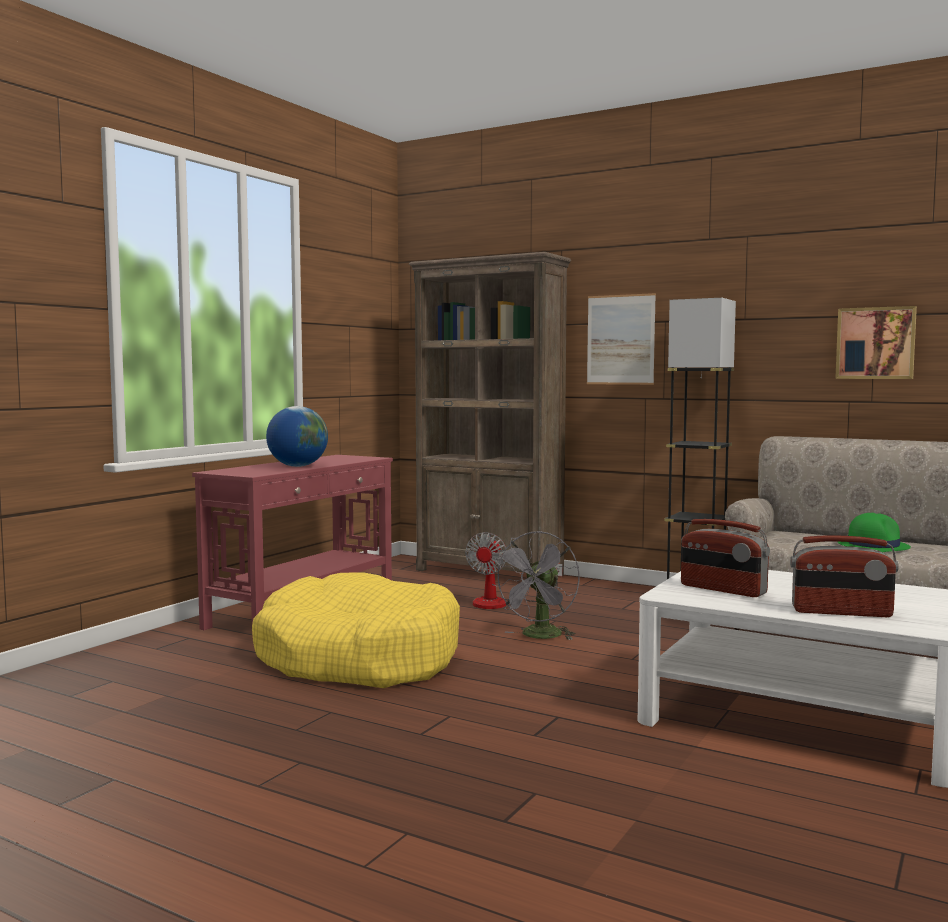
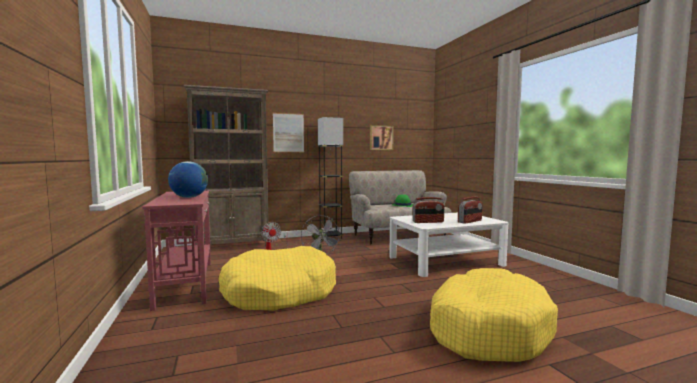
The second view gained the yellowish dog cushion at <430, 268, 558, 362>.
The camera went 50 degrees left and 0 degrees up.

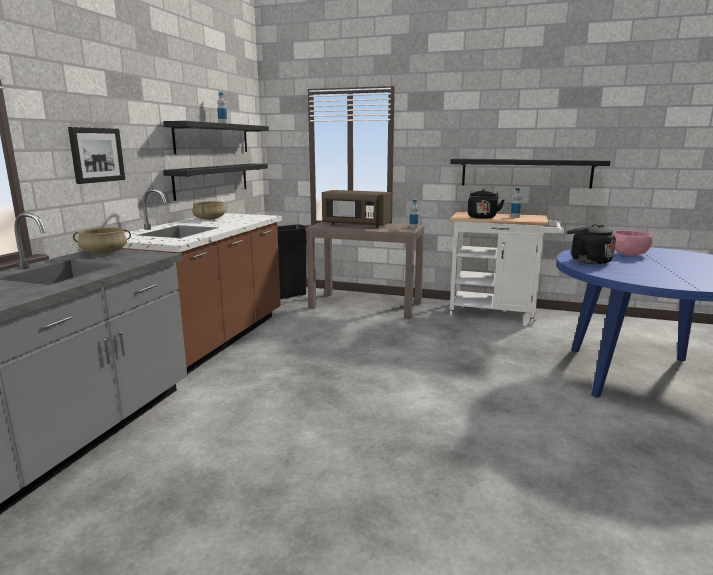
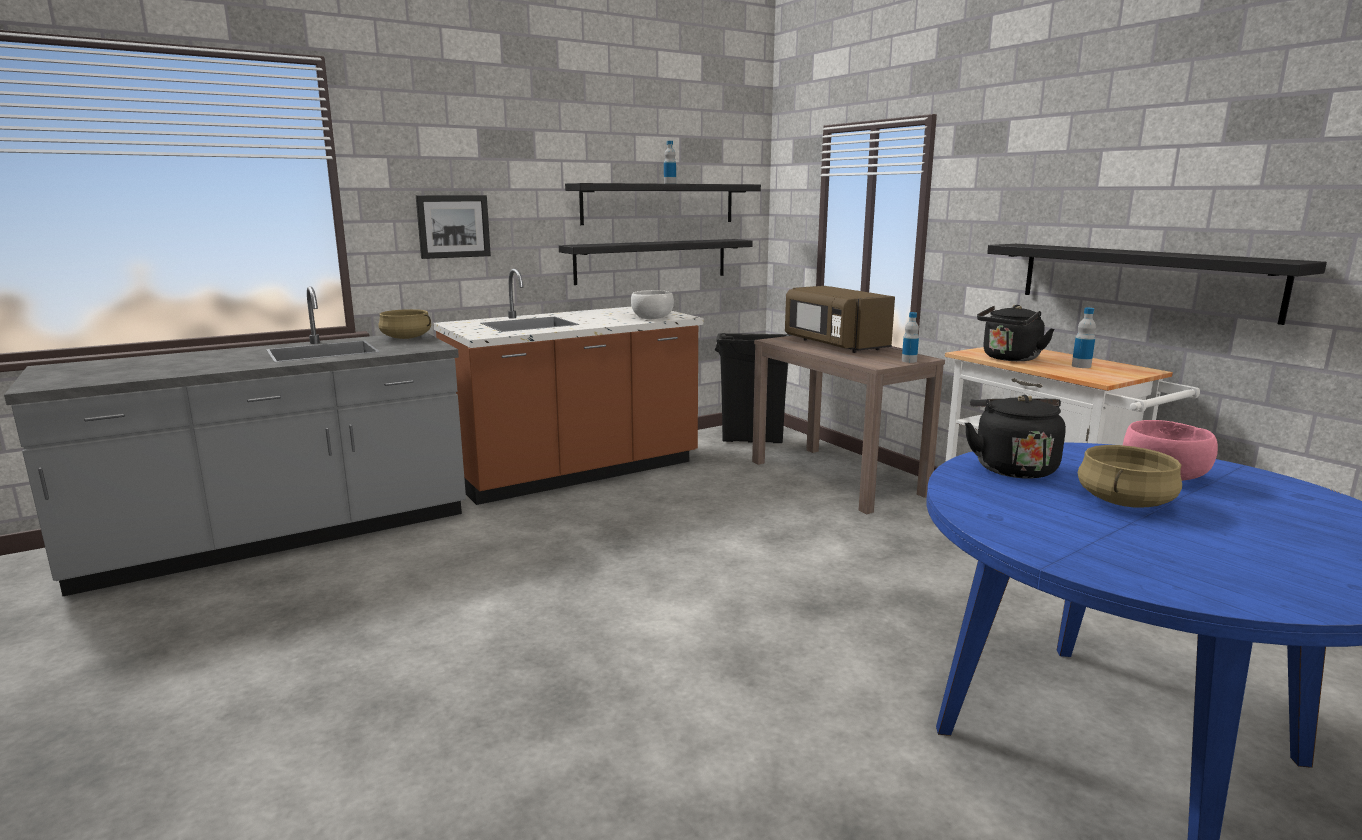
The second view gained the white serving bowl at <631, 290, 674, 319>.
The beige saucepot ended up elsewhere, having gone from <192, 201, 225, 220> to <1078, 445, 1182, 508>.
The camera went 40 degrees right and 0 degrees up.

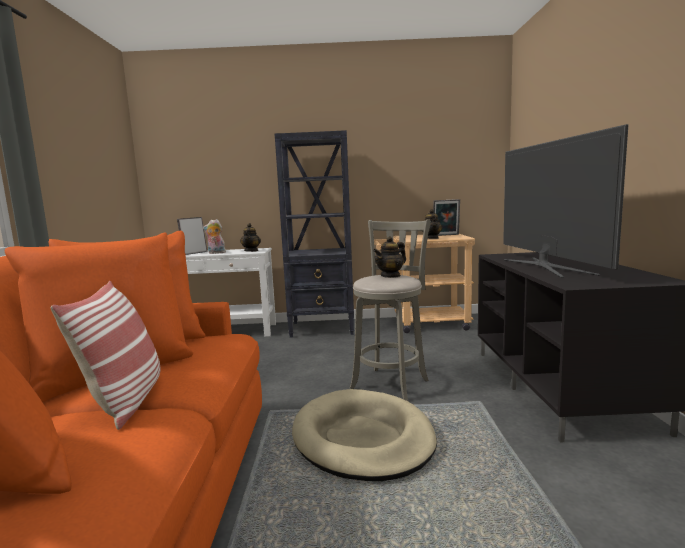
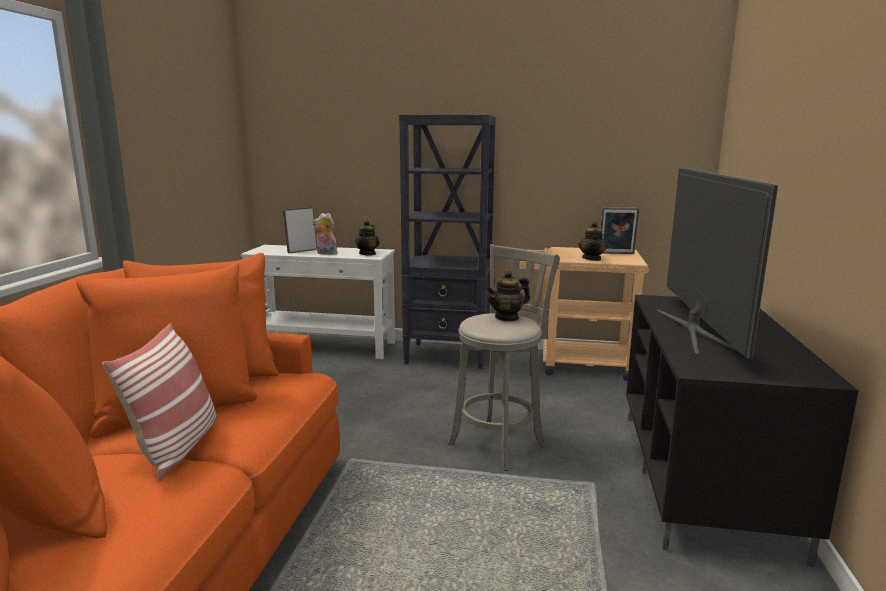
The second view lost the beige dog cushion at <292, 389, 437, 481>.
The camera went 10 degrees right and 5 degrees up.

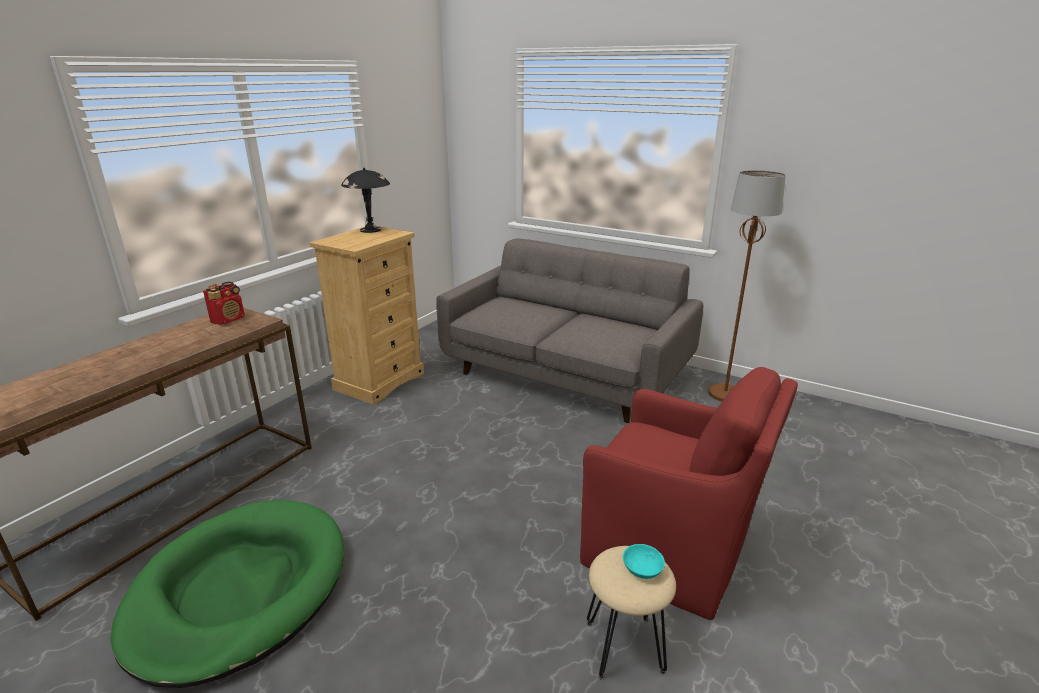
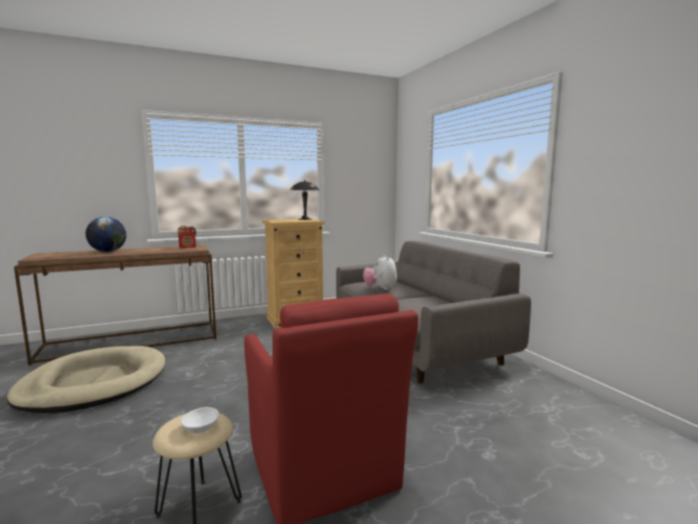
What was the greenish dog cushion at <111, 500, 344, 688> turned into the beige dog cushion at <7, 346, 165, 413>.
The second view gained the world globe at <86, 217, 126, 252>.
What was the turquoise serving bowl at <623, 544, 665, 579> turned into the white serving bowl at <181, 407, 219, 433>.
The second view gained the cuddly toy at <363, 255, 397, 290>.
The second view lost the brown-coloured standard lamp at <708, 170, 786, 401>.
The camera went 35 degrees right and 15 degrees down.

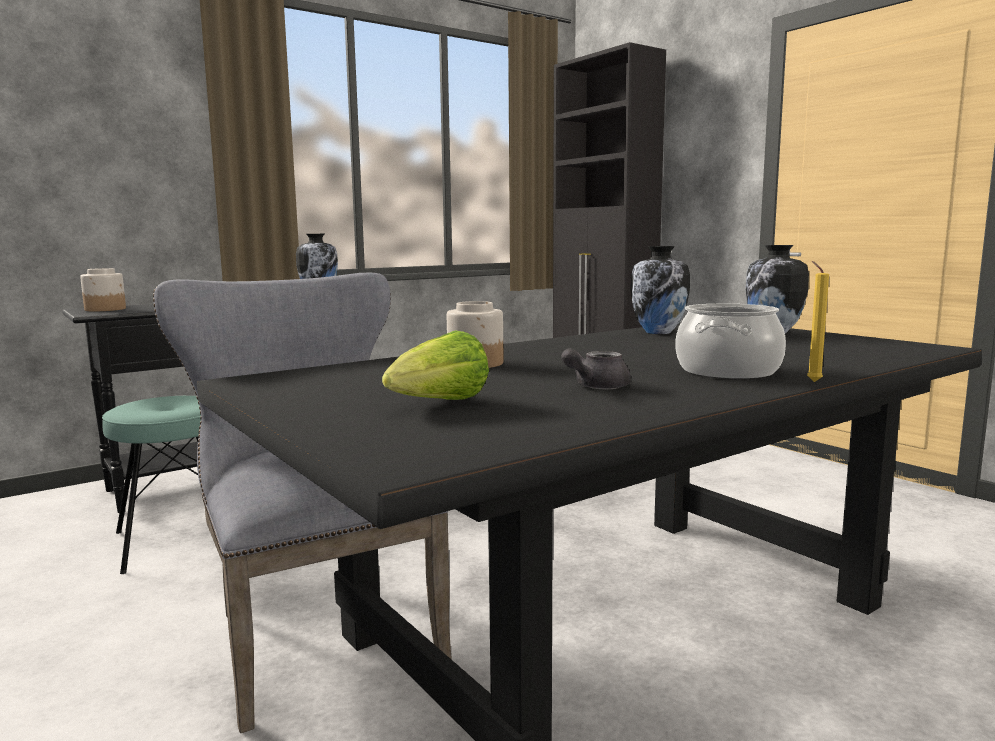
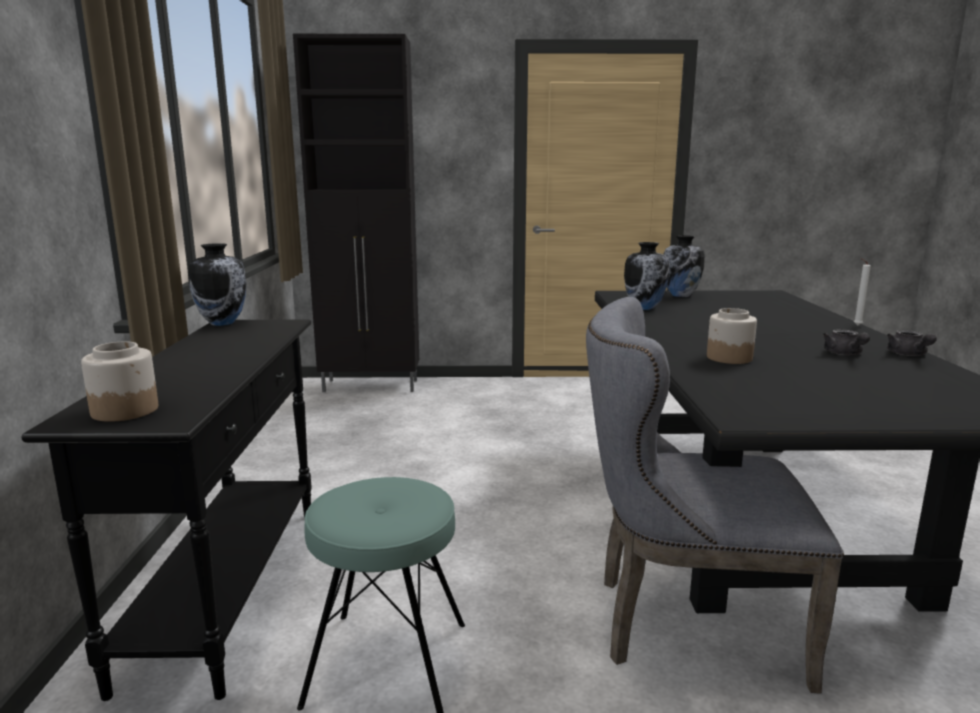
What was the yellowish candle at <807, 261, 829, 382> turned into the white candle at <854, 258, 871, 325>.
The second view gained the gray pot for tea at <887, 330, 937, 356>.
The second view lost the lettuce at <382, 330, 489, 400>.
The second view lost the saucepot at <675, 304, 786, 379>.
The camera went 55 degrees left and 5 degrees up.

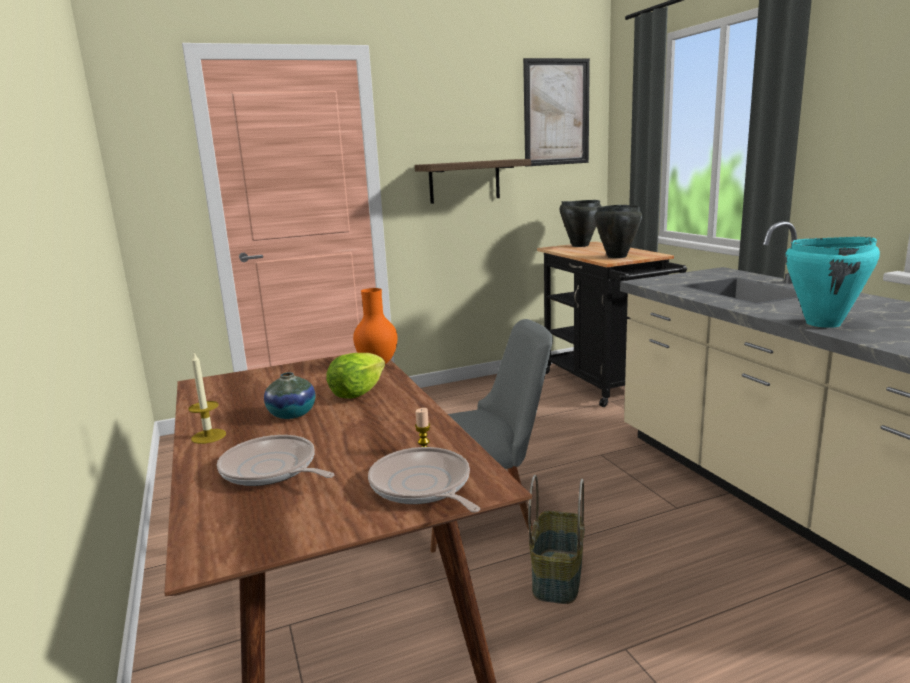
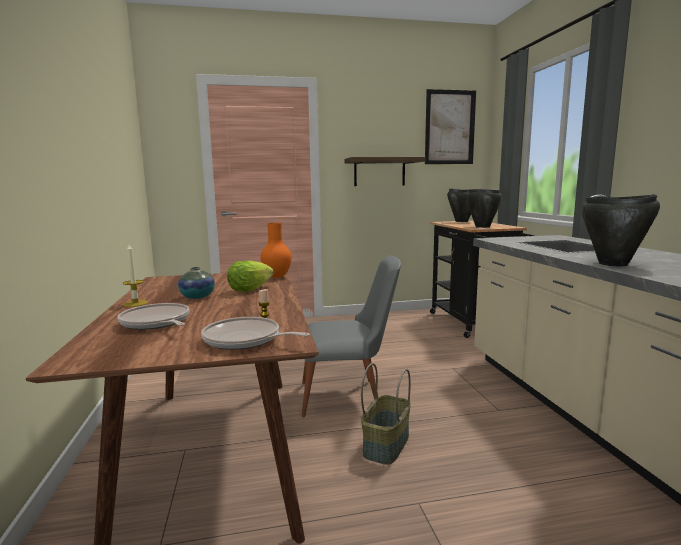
The frying pan at <368, 447, 480, 513> ended up facing another way, 45 degrees counterclockwise from before.
What was the turquoise saucepot at <785, 237, 880, 328> turned into the black-coloured saucepot at <581, 194, 660, 266>.
The camera went 10 degrees right and 5 degrees down.

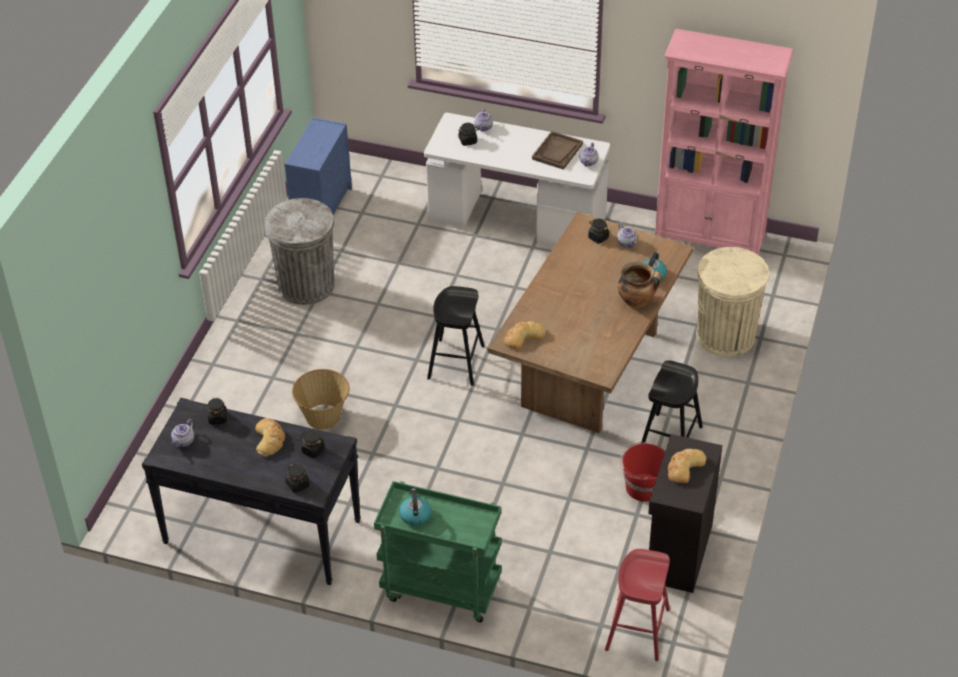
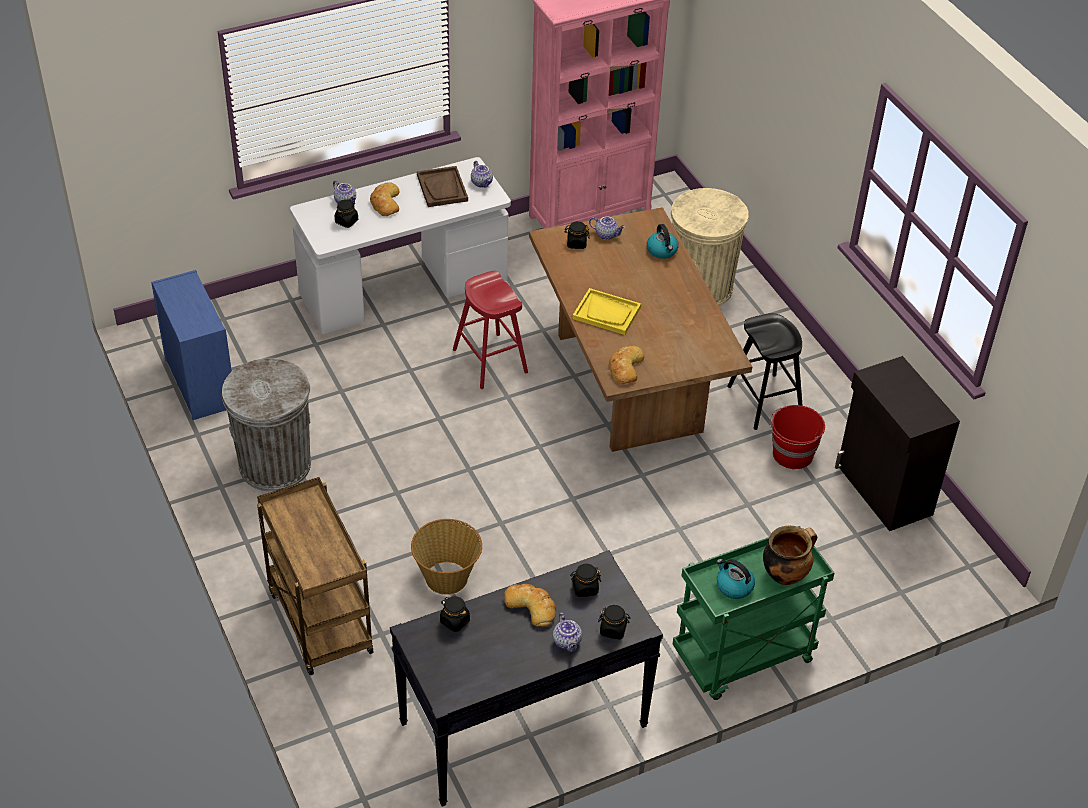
The second view gained the brown-coloured cart at <257, 477, 374, 675>.
The bakery bread ended up elsewhere, having gone from <668, 449, 706, 483> to <370, 182, 400, 216>.
The red-coloured stool seat ended up elsewhere, having gone from <605, 549, 670, 661> to <453, 271, 528, 389>.
The pot for tea ended up elsewhere, having gone from <171, 419, 194, 448> to <553, 613, 582, 652>.
The second view gained the yellowish tray at <573, 288, 641, 335>.
The saucepot ended up elsewhere, having gone from <618, 262, 661, 308> to <763, 526, 817, 585>.
The second view lost the black-coloured stool seat at <427, 286, 485, 386>.
The camera went 45 degrees left and 0 degrees up.

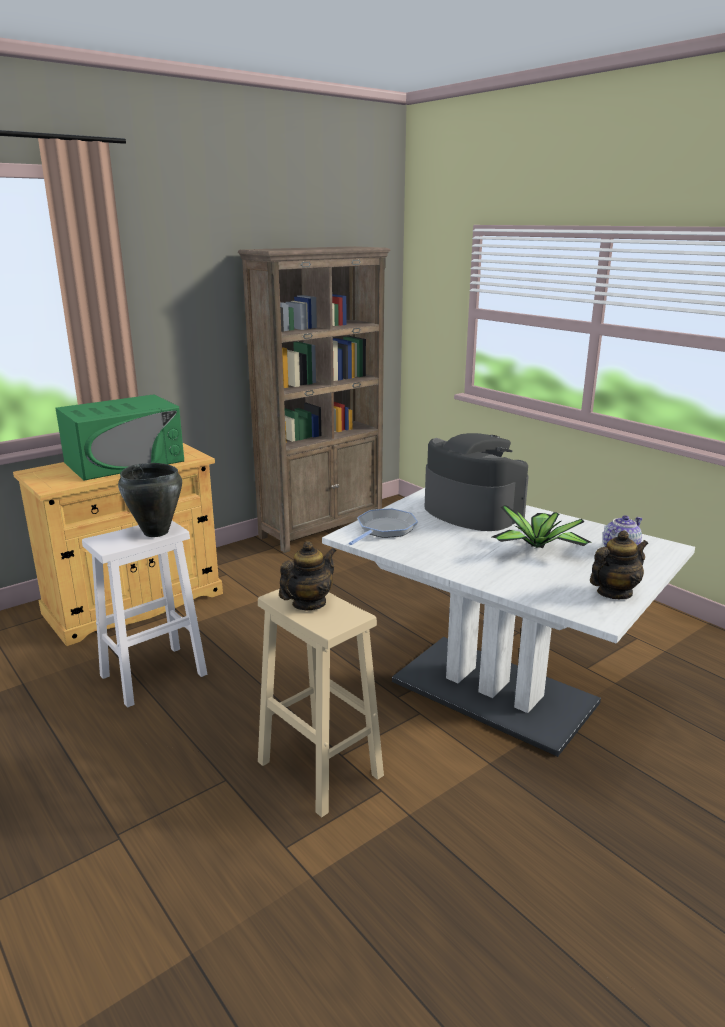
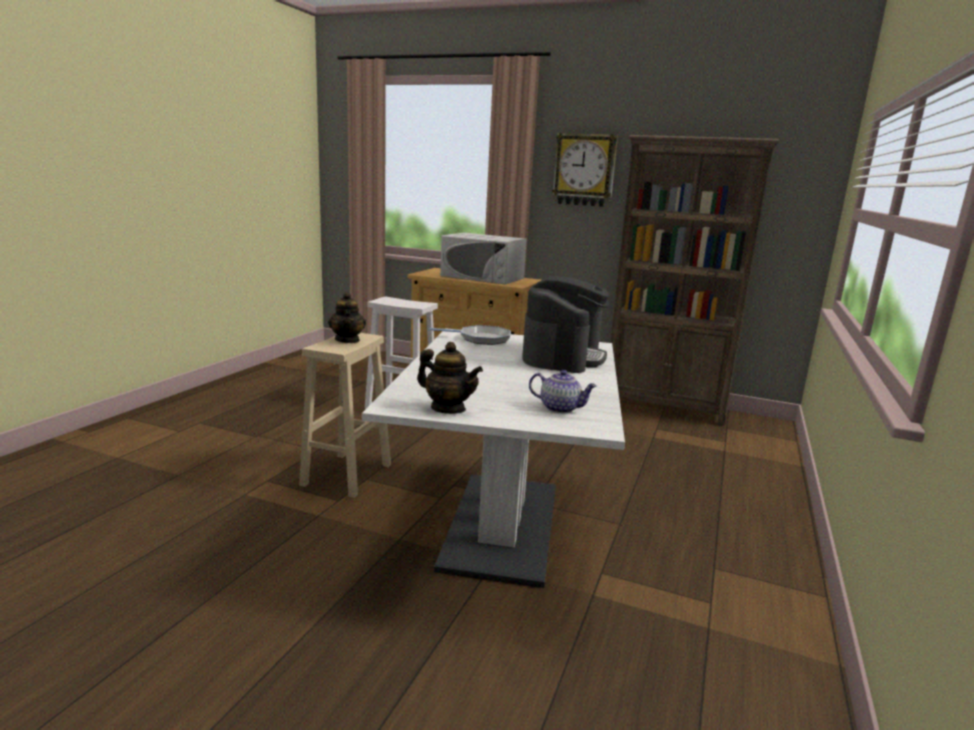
The pot for tea at <279, 541, 336, 610> ended up facing another way, 60 degrees clockwise from before.
What was the greenish kitchen microwave at <56, 394, 184, 480> turned into the white kitchen microwave at <440, 233, 527, 285>.
The second view gained the wall clock at <552, 133, 618, 207>.
The second view lost the black-coloured saucepot at <118, 463, 182, 537>.
The second view lost the potted plant at <492, 505, 591, 549>.
The camera went 60 degrees right and 5 degrees down.

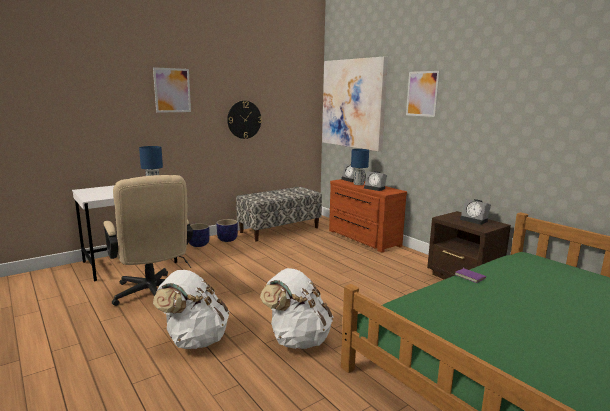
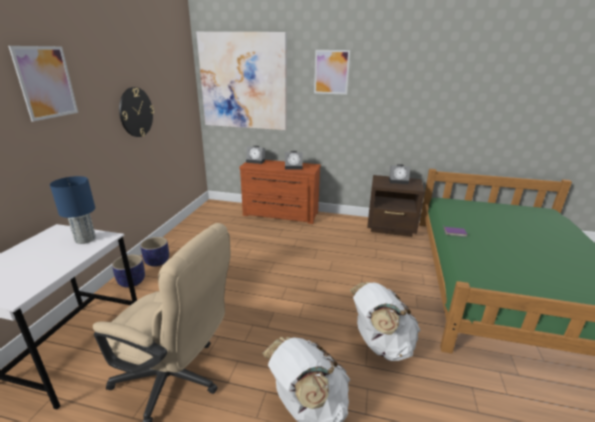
The second view lost the bench at <236, 187, 322, 241>.
The second view lost the blue table lamp at <351, 149, 369, 185>.
The camera went 40 degrees left and 10 degrees up.

